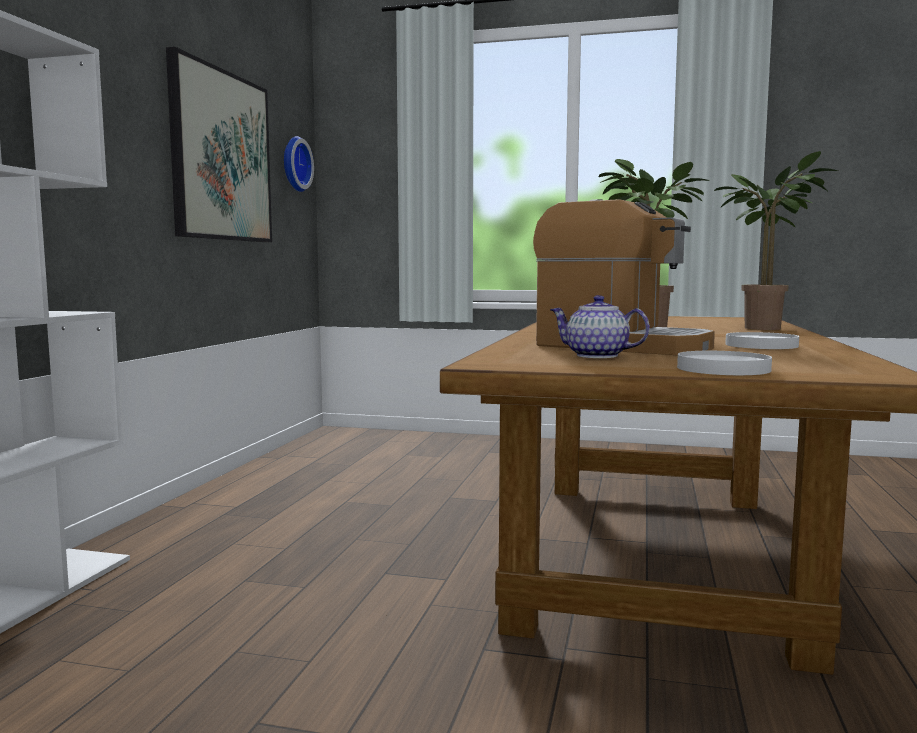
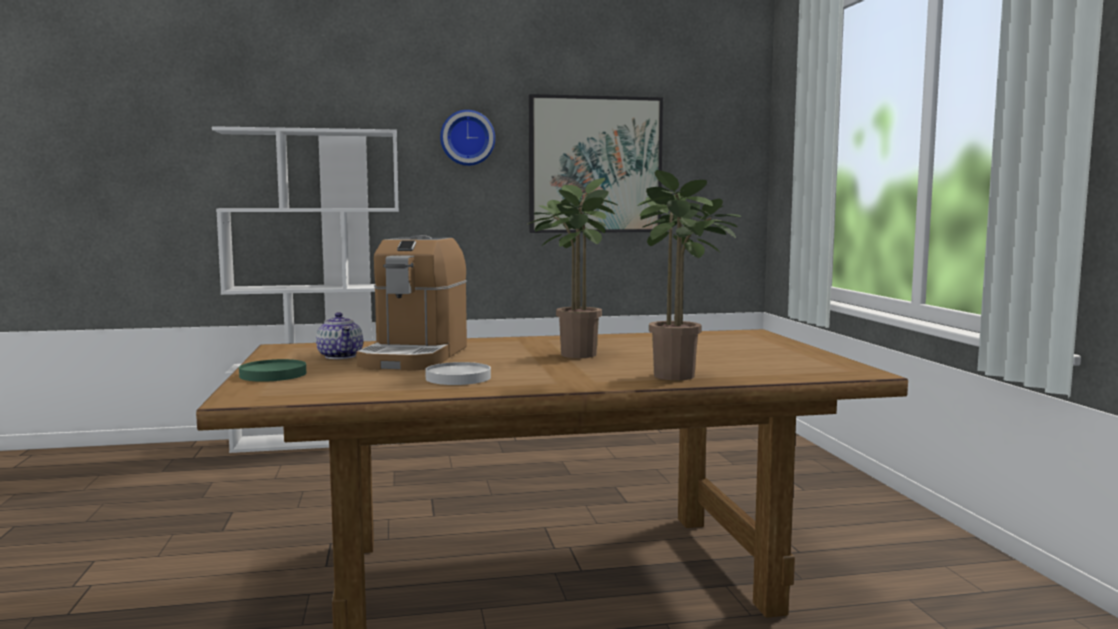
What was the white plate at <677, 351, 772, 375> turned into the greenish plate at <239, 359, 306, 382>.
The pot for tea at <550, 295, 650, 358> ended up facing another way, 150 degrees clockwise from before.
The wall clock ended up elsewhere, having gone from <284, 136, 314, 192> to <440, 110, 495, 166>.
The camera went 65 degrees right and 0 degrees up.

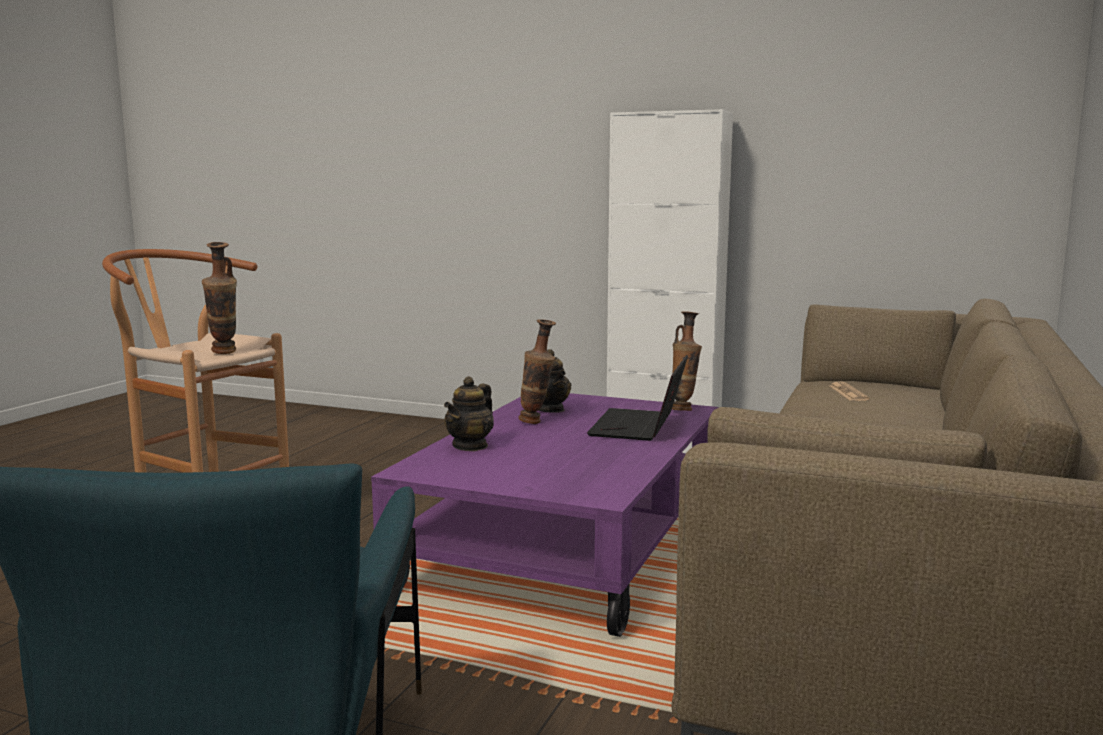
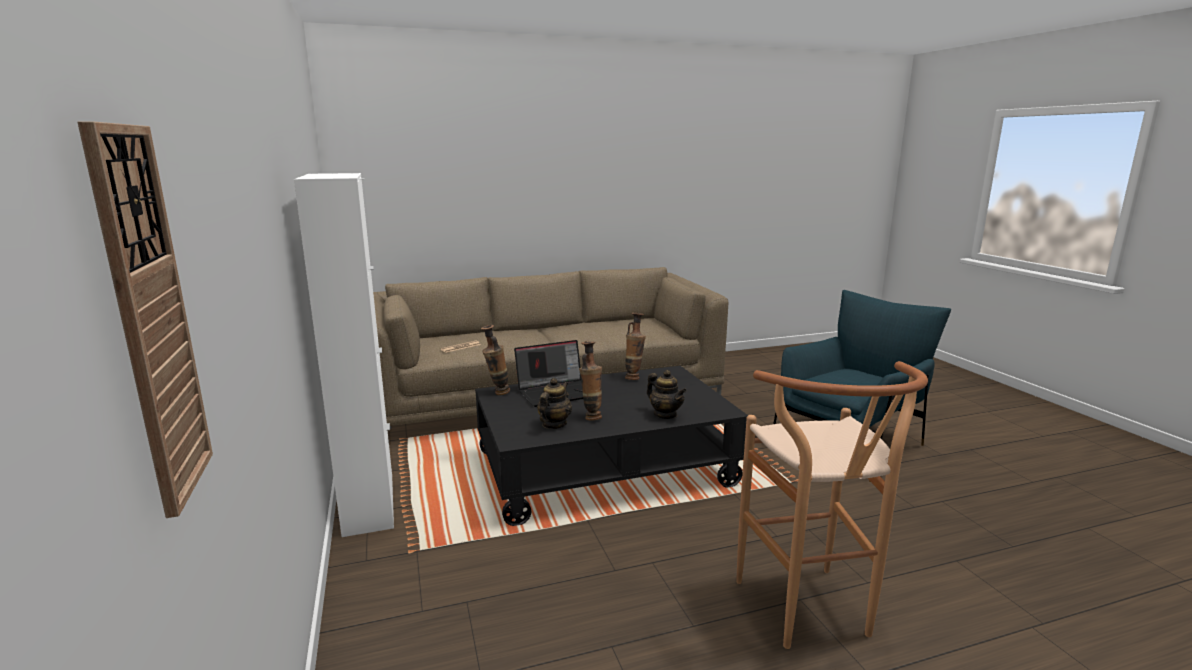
The second view gained the wall clock at <77, 121, 213, 518>.
What was the purple low table at <371, 393, 718, 637> turned into the black-coloured low table at <475, 366, 748, 526>.
The decorative vase ended up elsewhere, having gone from <202, 242, 237, 354> to <625, 313, 646, 380>.
The pot for tea at <444, 376, 494, 451> ended up facing another way, 60 degrees clockwise from before.
The camera went 130 degrees left and 5 degrees up.

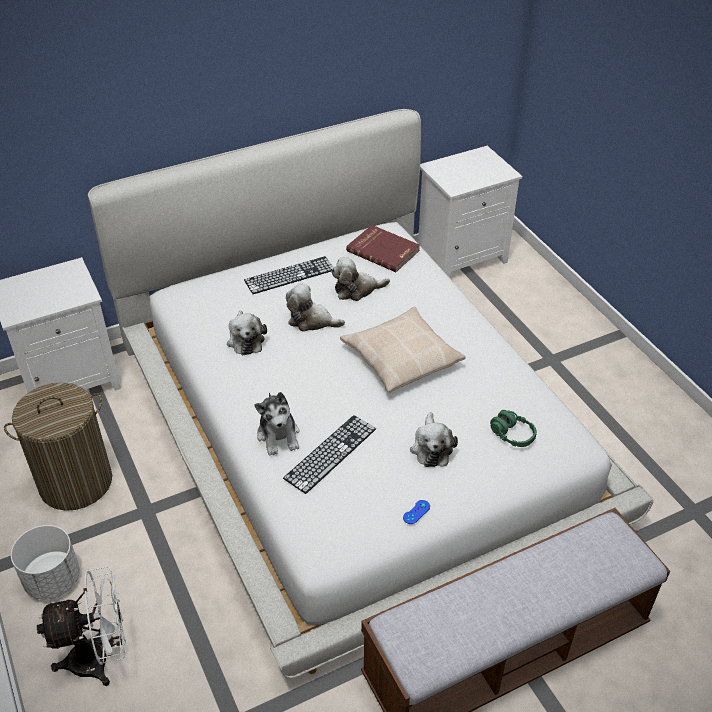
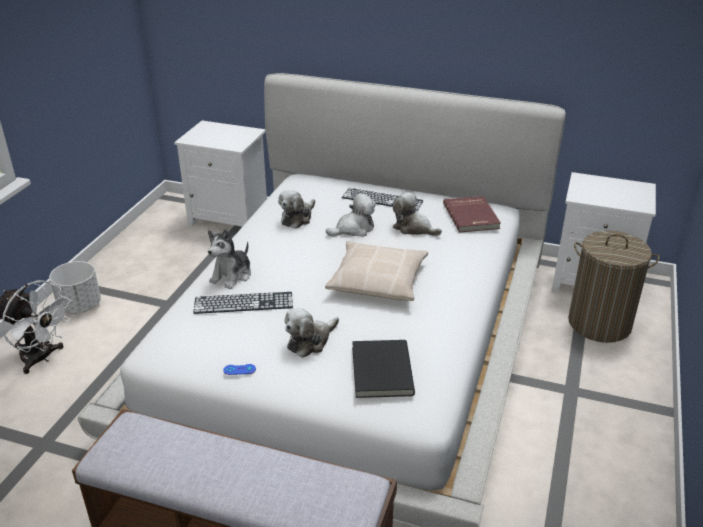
The cuddly toy at <286, 283, 345, 332> ended up facing another way, 90 degrees clockwise from before.
Where the greenish pair of headphones stood at <490, 410, 537, 447>, the black-coloured book came to stand at <352, 340, 415, 398>.
The washing basket ended up elsewhere, having gone from <4, 382, 112, 511> to <568, 231, 660, 343>.
The camera went 45 degrees right and 10 degrees down.

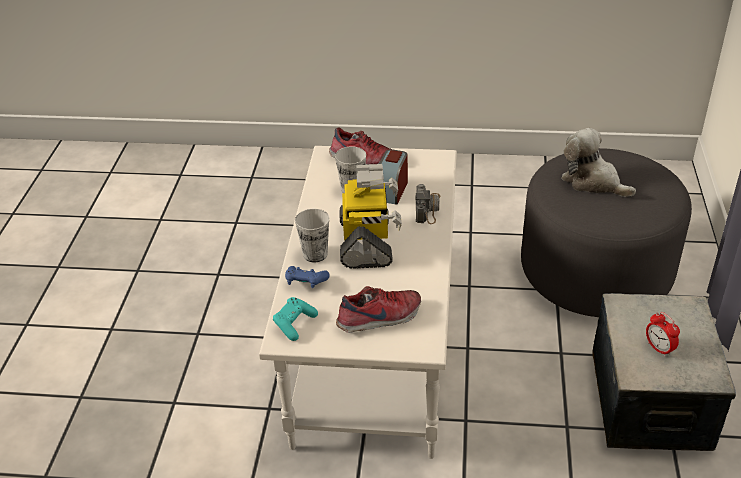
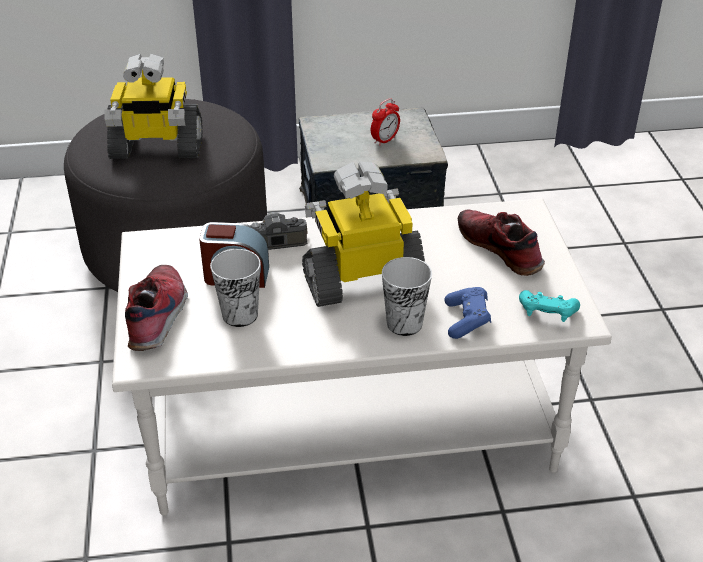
Where the cuddly toy stood at <561, 128, 636, 197>, the robot figure came to stand at <105, 54, 203, 159>.
The camera went 105 degrees left and 0 degrees up.

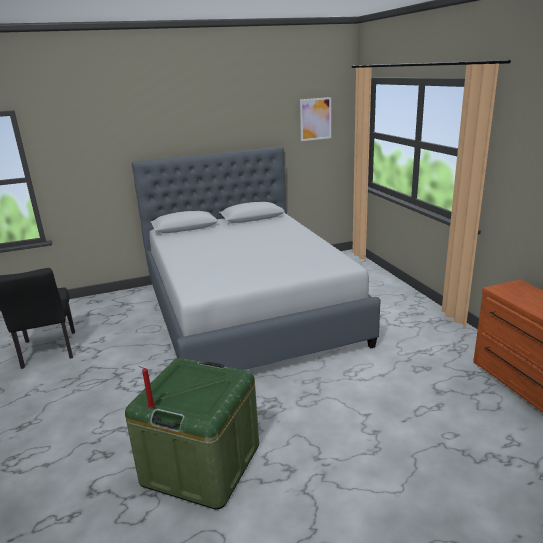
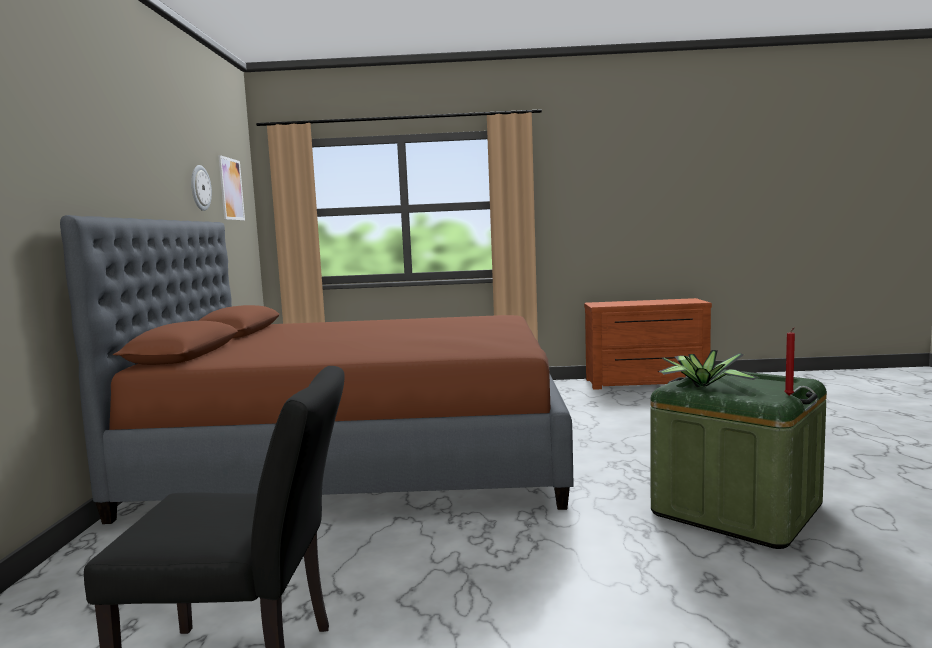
What was the gray bed at <132, 146, 381, 370> turned into the brown-coloured bed at <60, 215, 573, 524>.
The second view gained the wall clock at <191, 165, 212, 211>.
The second view gained the potted plant at <658, 350, 760, 387>.
The camera went 70 degrees left and 15 degrees down.

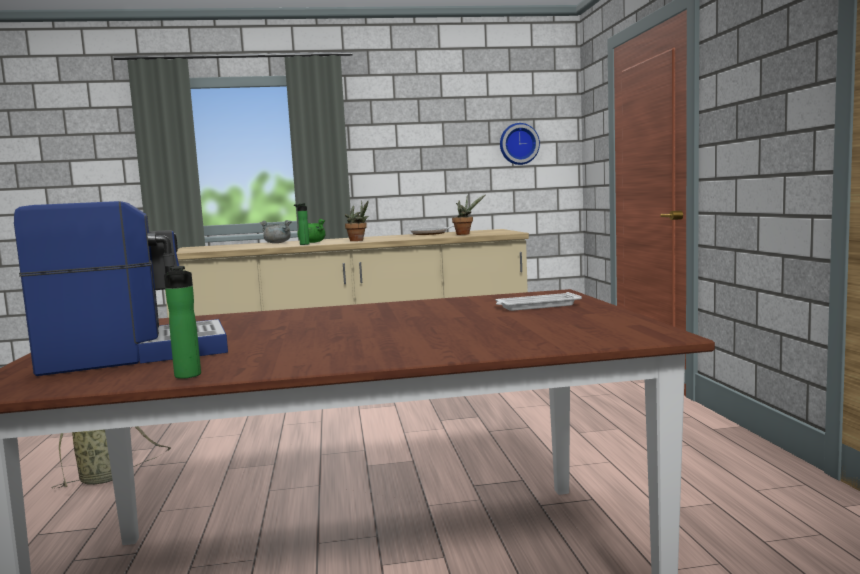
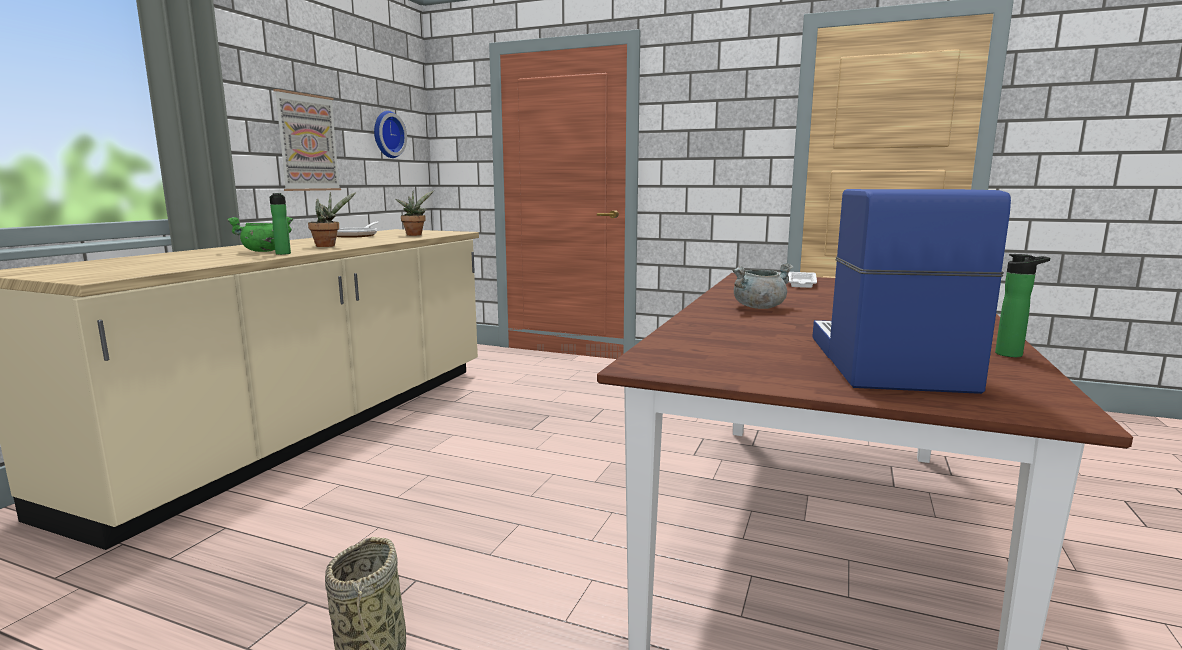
The second view gained the wall picture at <274, 89, 341, 191>.
The gray saucepot ended up elsewhere, having gone from <260, 220, 292, 243> to <733, 263, 794, 309>.
The camera went 60 degrees left and 5 degrees up.

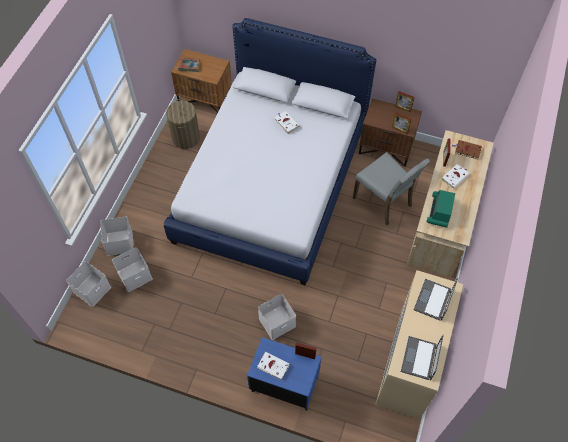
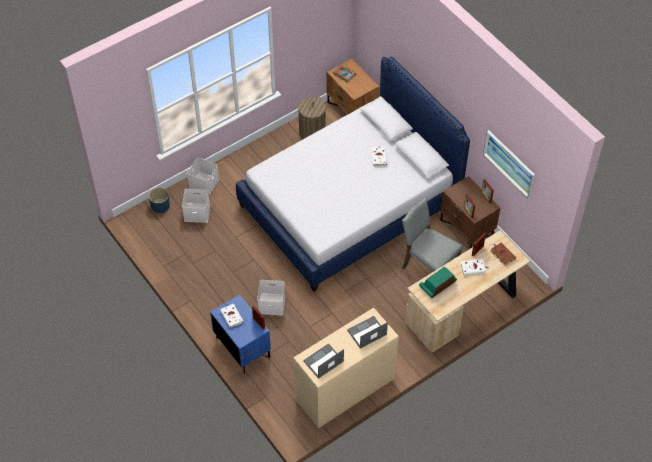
Where the white storage bin stood at <66, 261, 111, 307>, the blue flower pot came to stand at <149, 187, 170, 213>.
The gray upright chair at <353, 152, 430, 226> ended up facing another way, 135 degrees clockwise from before.
The second view gained the wall picture at <483, 131, 535, 198>.
The camera went 35 degrees right and 5 degrees down.

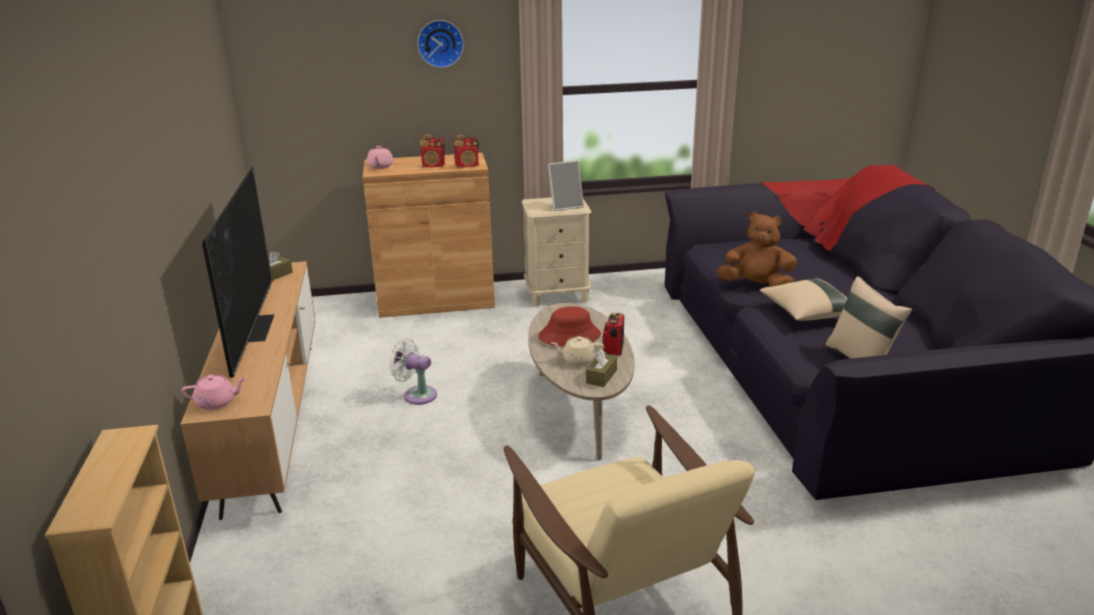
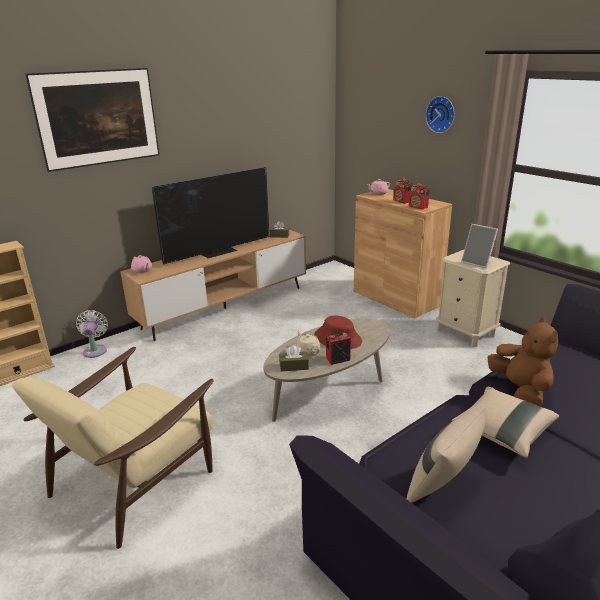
The second view gained the wall picture at <25, 68, 159, 172>.
The white electric fan ended up elsewhere, having gone from <390, 338, 437, 405> to <76, 310, 108, 358>.
The camera went 60 degrees right and 0 degrees up.

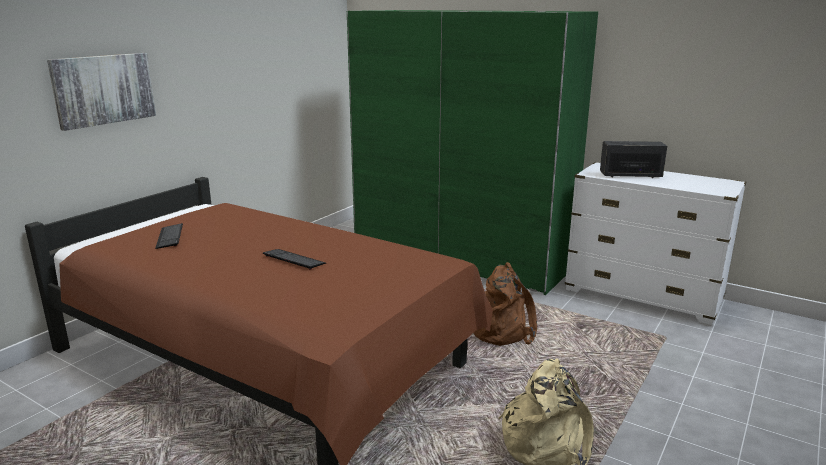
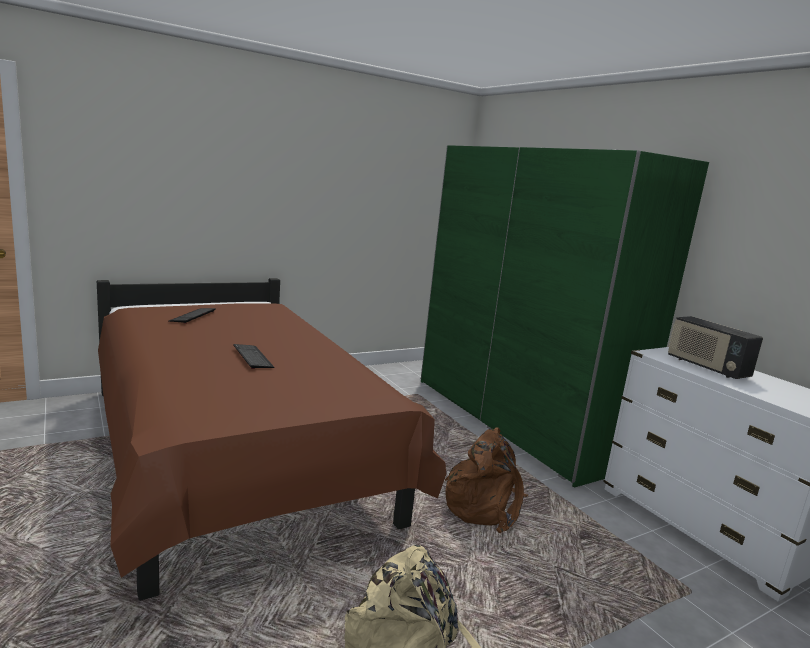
The radio set at <600, 141, 667, 178> ended up facing another way, 150 degrees counterclockwise from before.
The second view lost the wall picture at <47, 53, 156, 131>.
The camera went 25 degrees right and 5 degrees down.

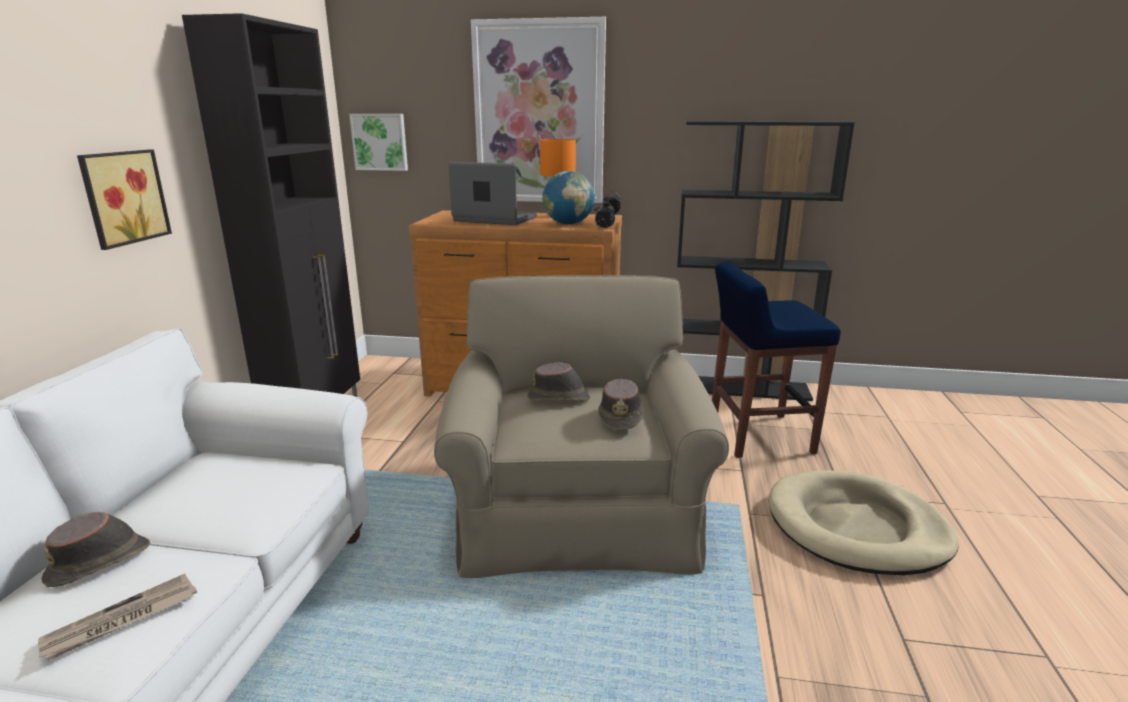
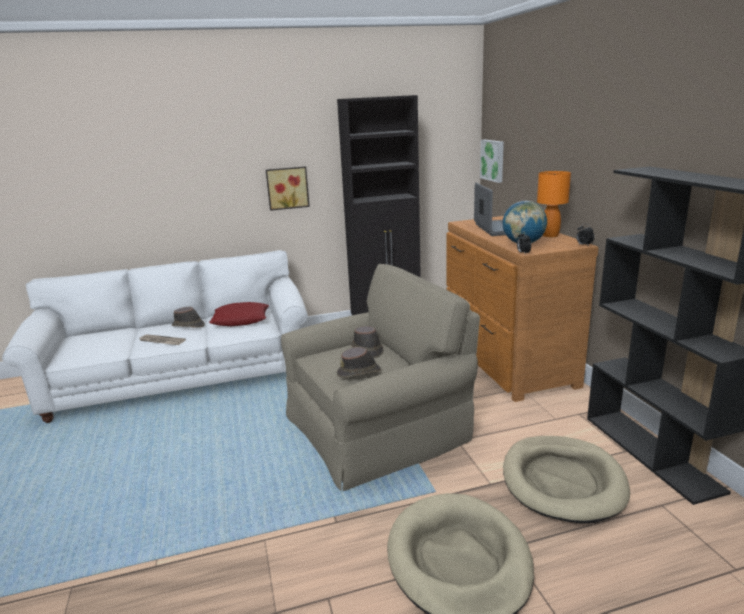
The second view gained the red-coloured throw pillow at <209, 302, 269, 326>.
Where the blue stool seat stood at <712, 263, 841, 458>, the beige dog cushion came to stand at <503, 436, 630, 524>.
The second view lost the wall picture at <471, 17, 606, 203>.
The camera went 65 degrees right and 0 degrees up.

